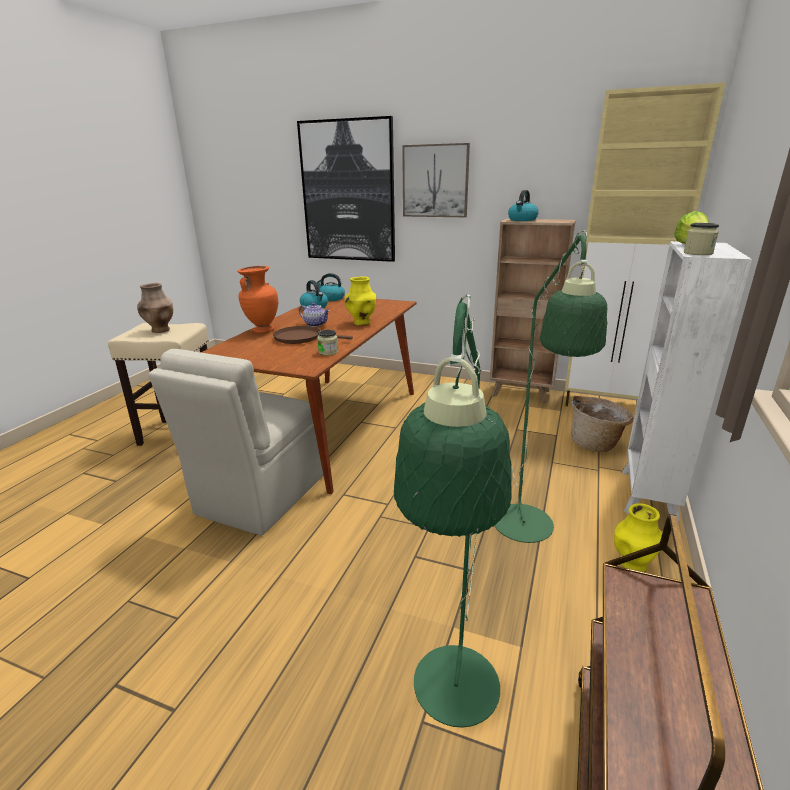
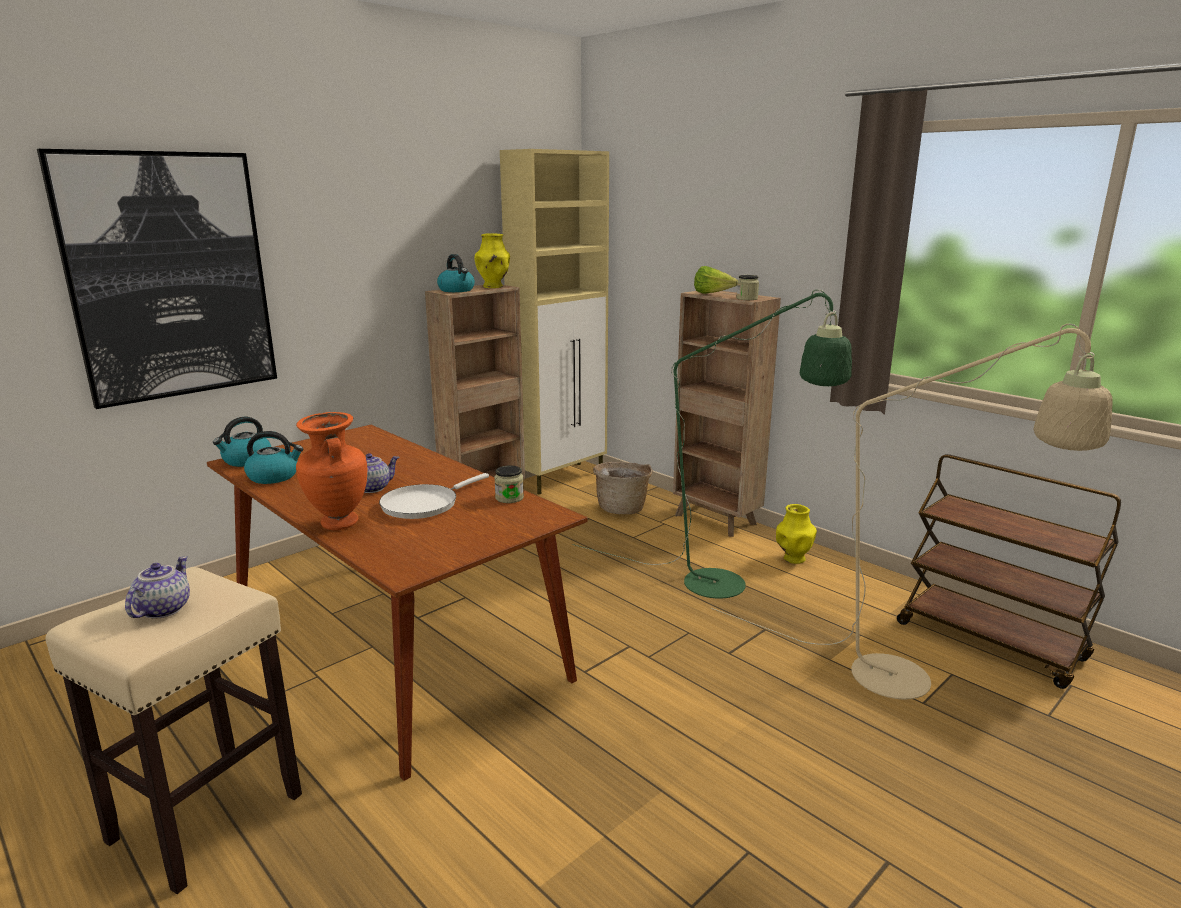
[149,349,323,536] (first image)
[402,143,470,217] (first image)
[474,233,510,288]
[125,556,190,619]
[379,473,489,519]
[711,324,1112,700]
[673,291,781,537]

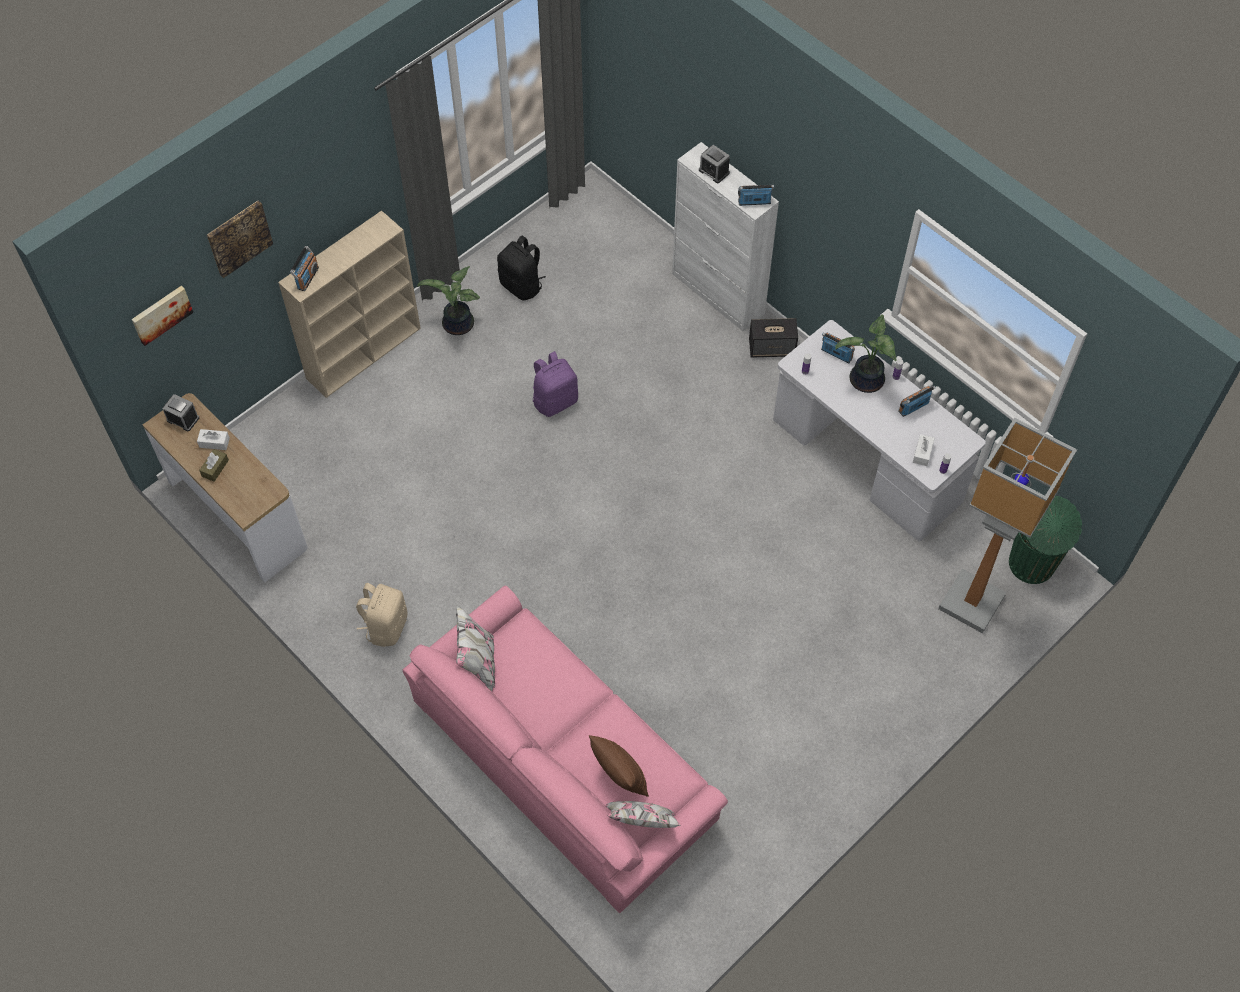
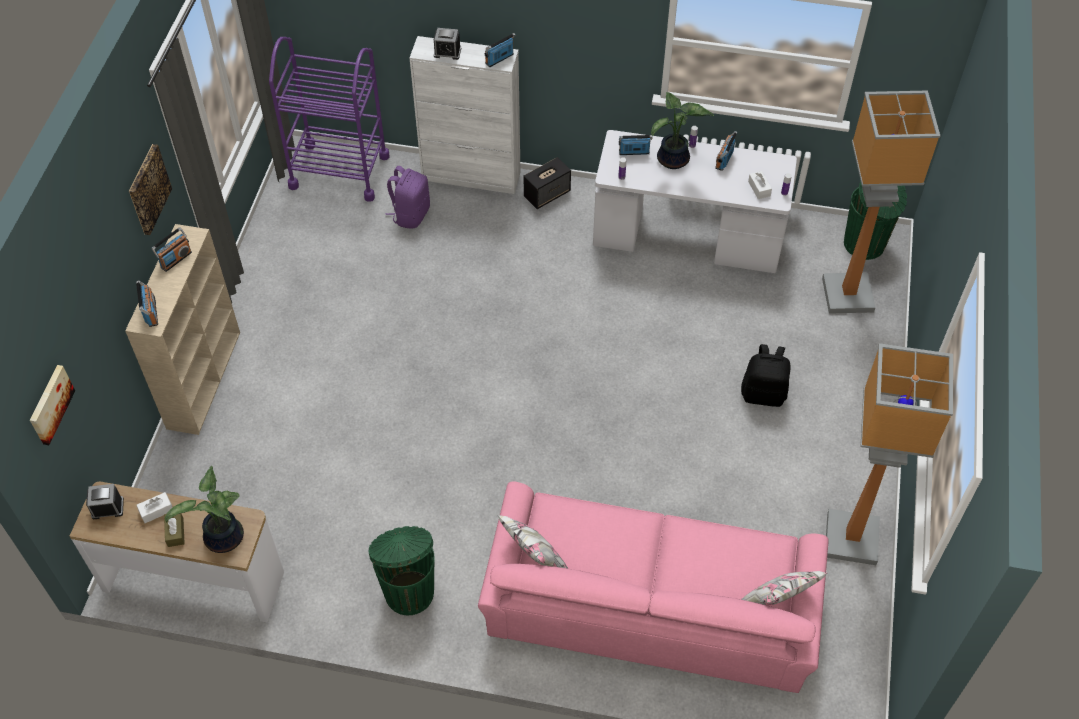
[589,735,649,797] (first image)
[151,227,192,272]
[269,37,390,202]
[826,343,953,565]
[129,144,172,235]
[165,466,244,553]
[741,344,791,407]
[385,166,430,229]
[368,526,435,615]

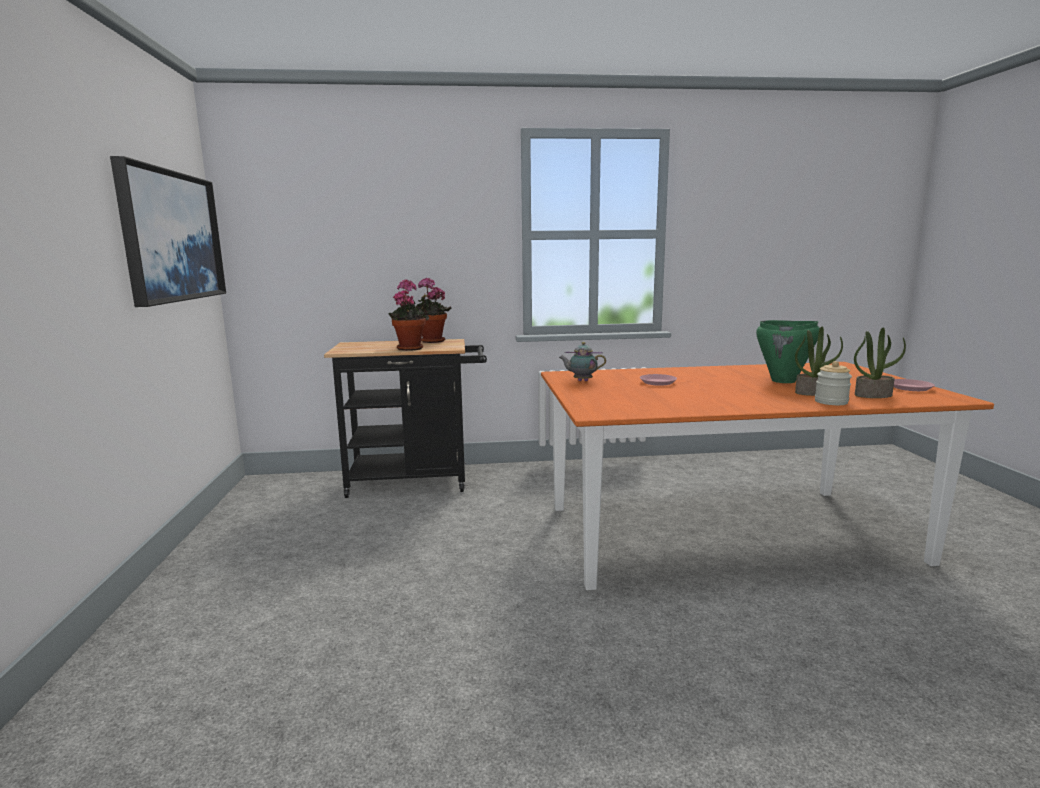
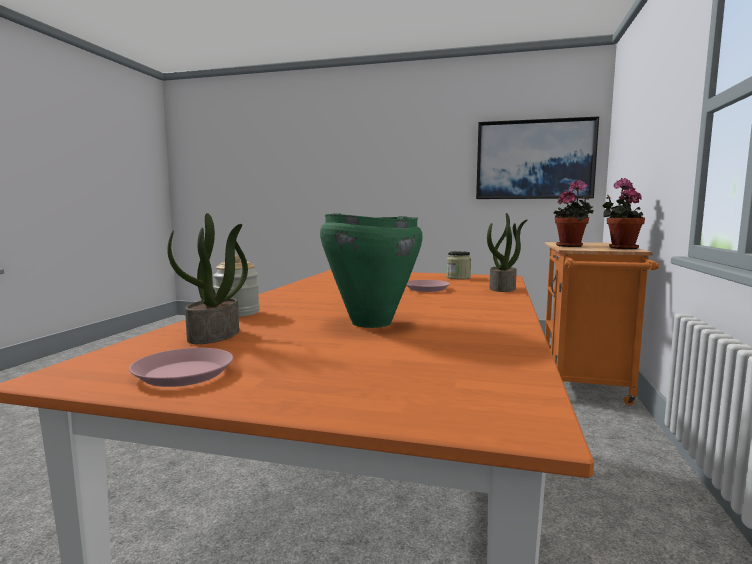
[487,213,527,292]
[446,251,471,279]
[545,242,659,405]

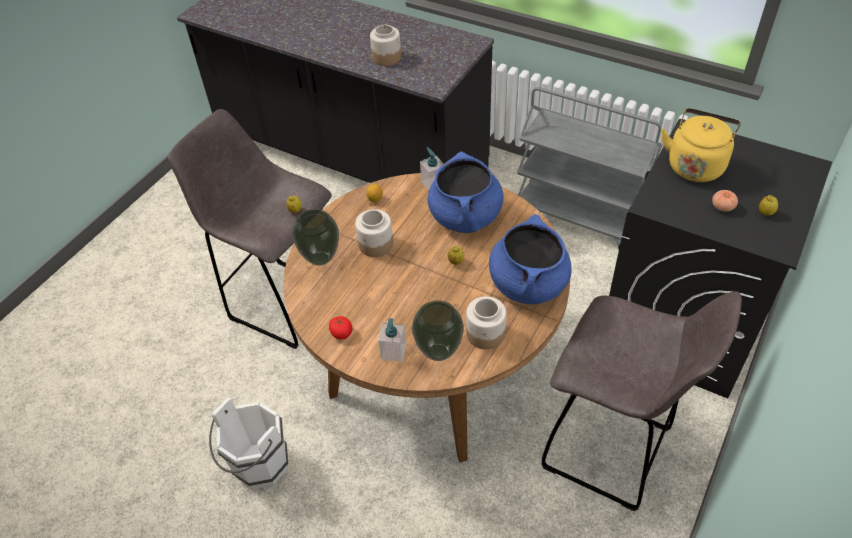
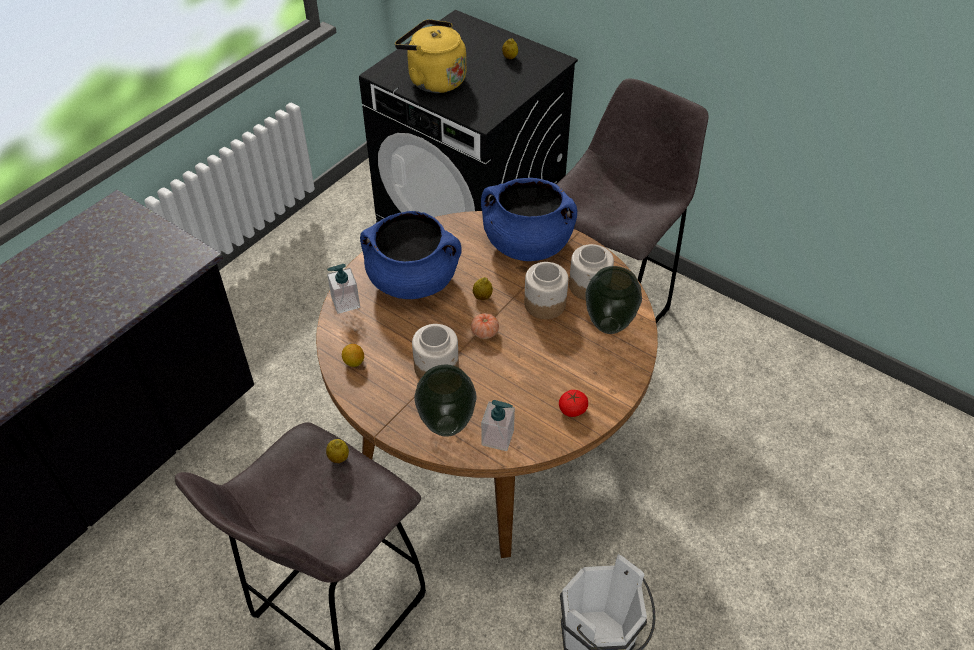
[517,87,662,249] (first image)
[524,262,568,319]
[481,400,515,451]
[471,313,499,339]

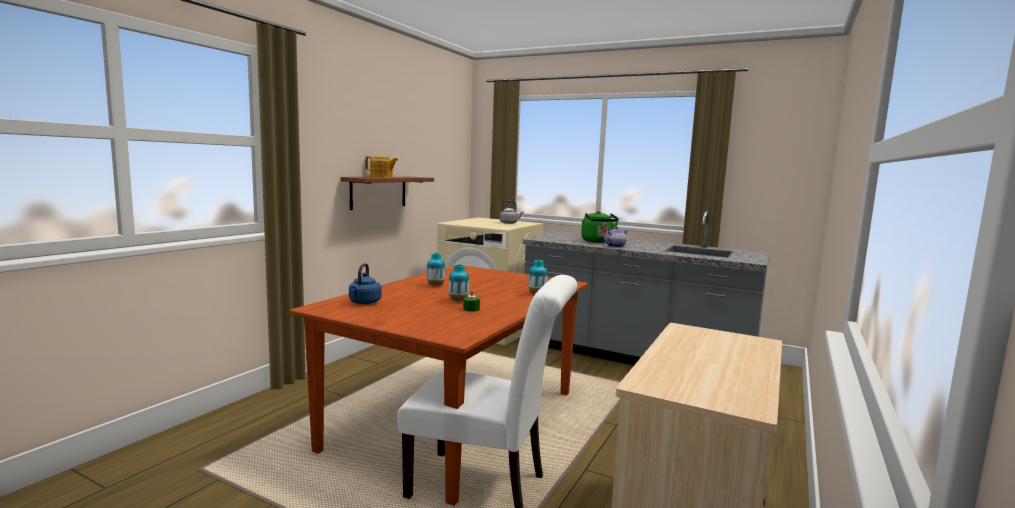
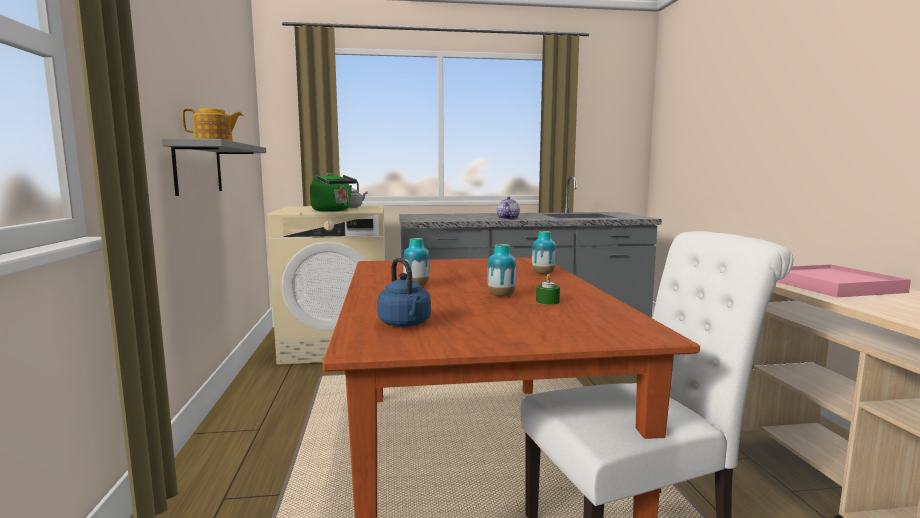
[777,264,911,297]
[310,173,357,212]
[162,139,266,196]

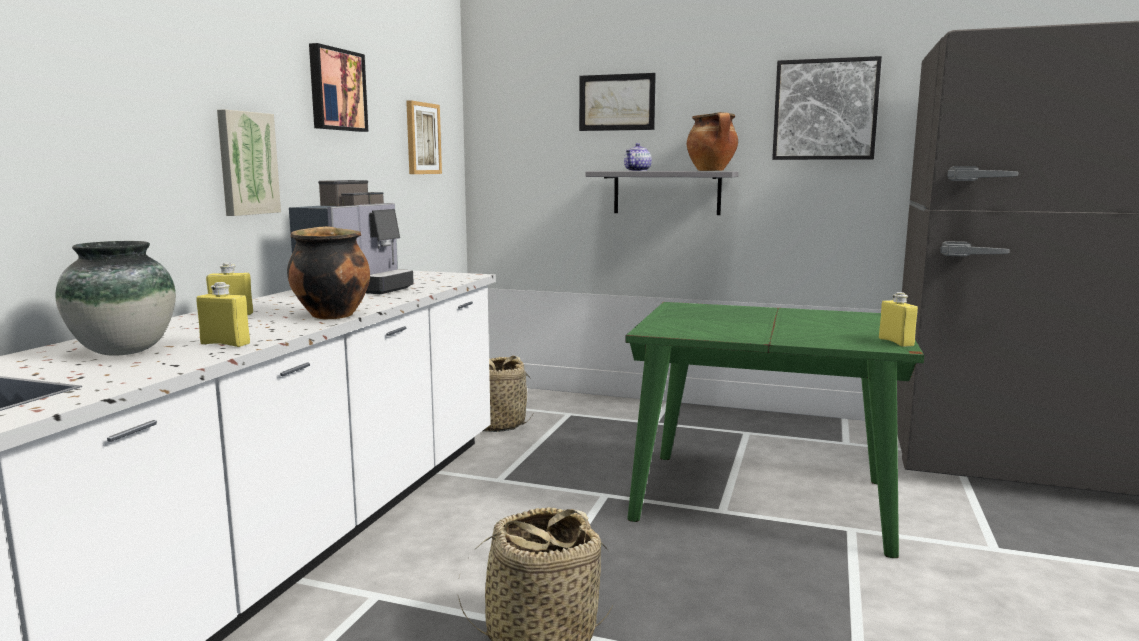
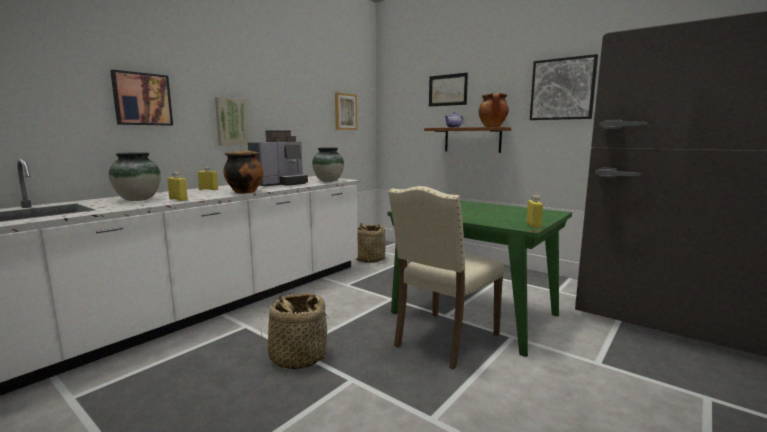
[312,147,344,182]
[388,186,504,370]
[110,70,173,126]
[424,127,511,153]

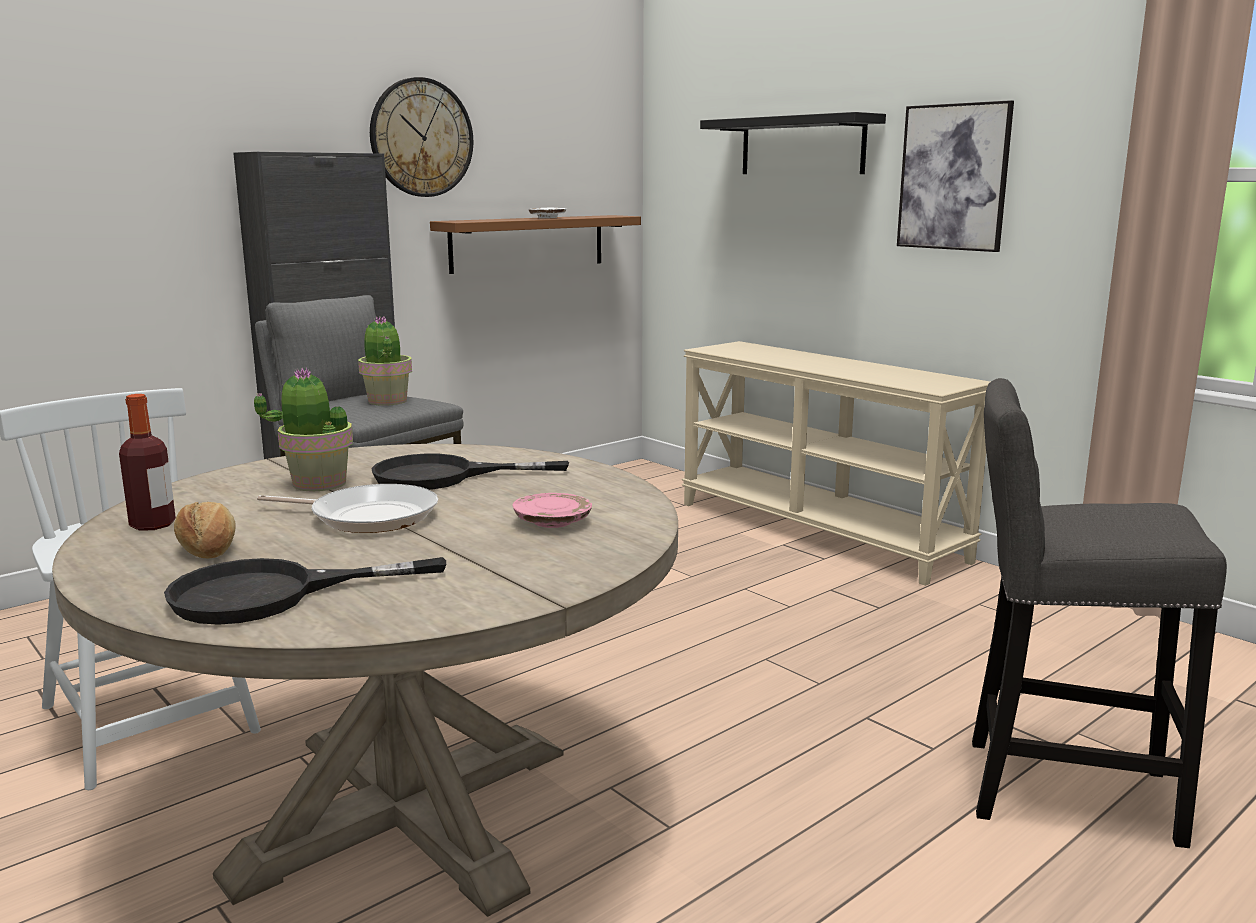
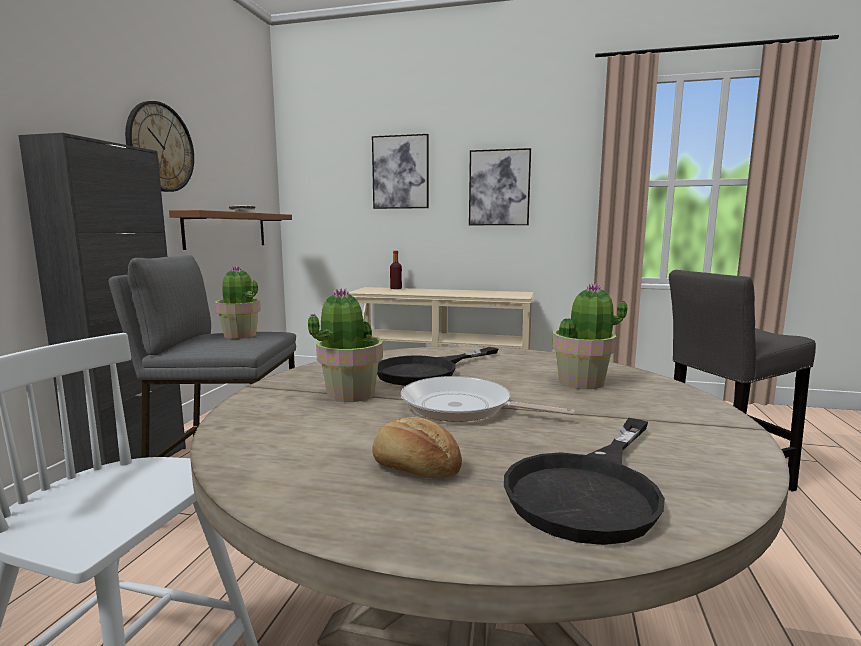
[390,251,402,289]
[552,283,627,389]
[372,134,429,209]
[401,376,575,422]

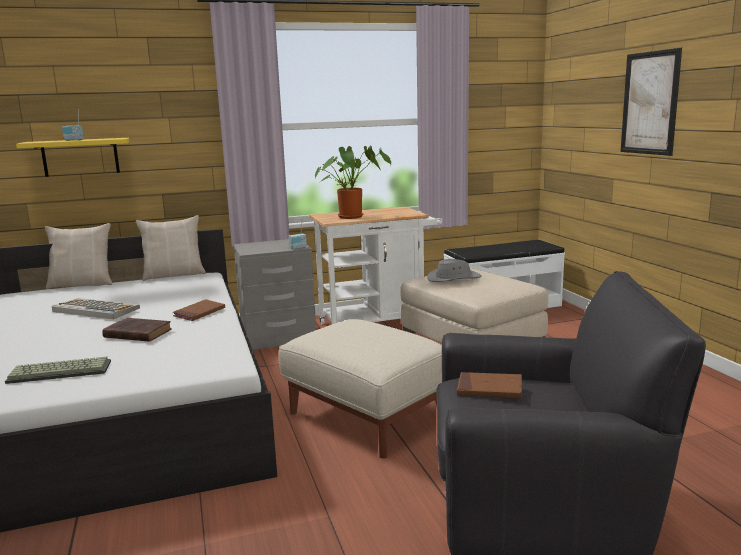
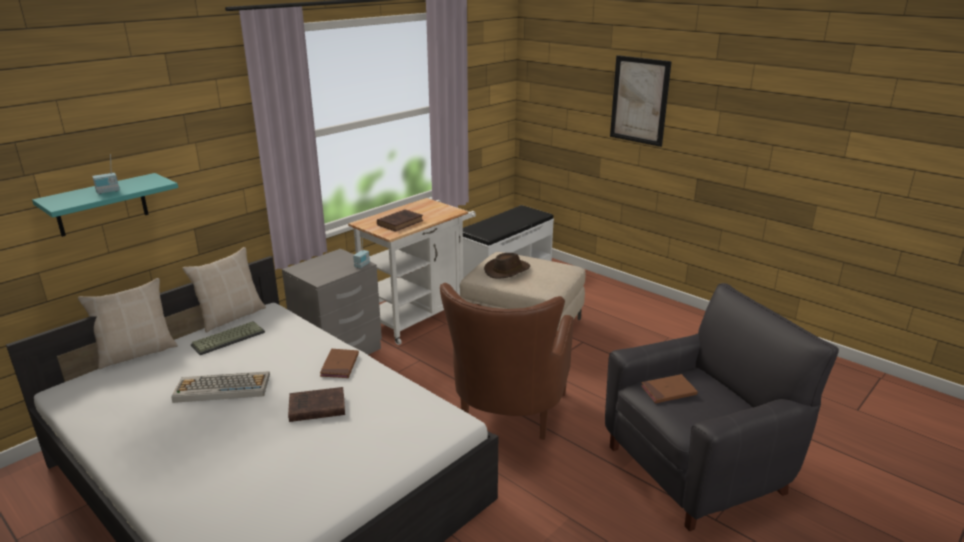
[191,321,265,355]
[440,283,573,440]
[377,209,423,232]
[32,173,178,237]
[484,253,530,279]

